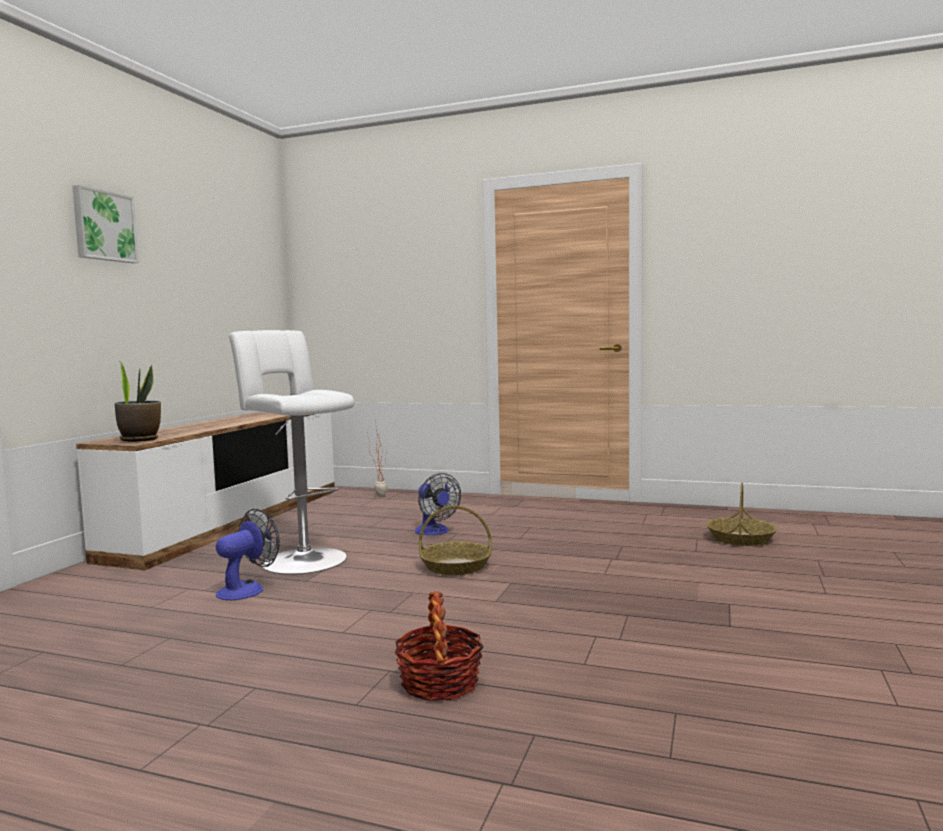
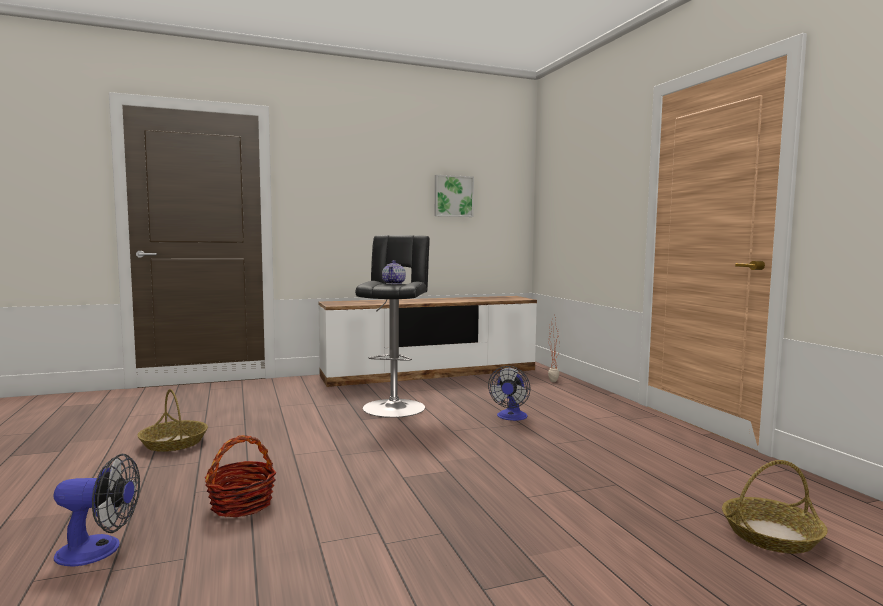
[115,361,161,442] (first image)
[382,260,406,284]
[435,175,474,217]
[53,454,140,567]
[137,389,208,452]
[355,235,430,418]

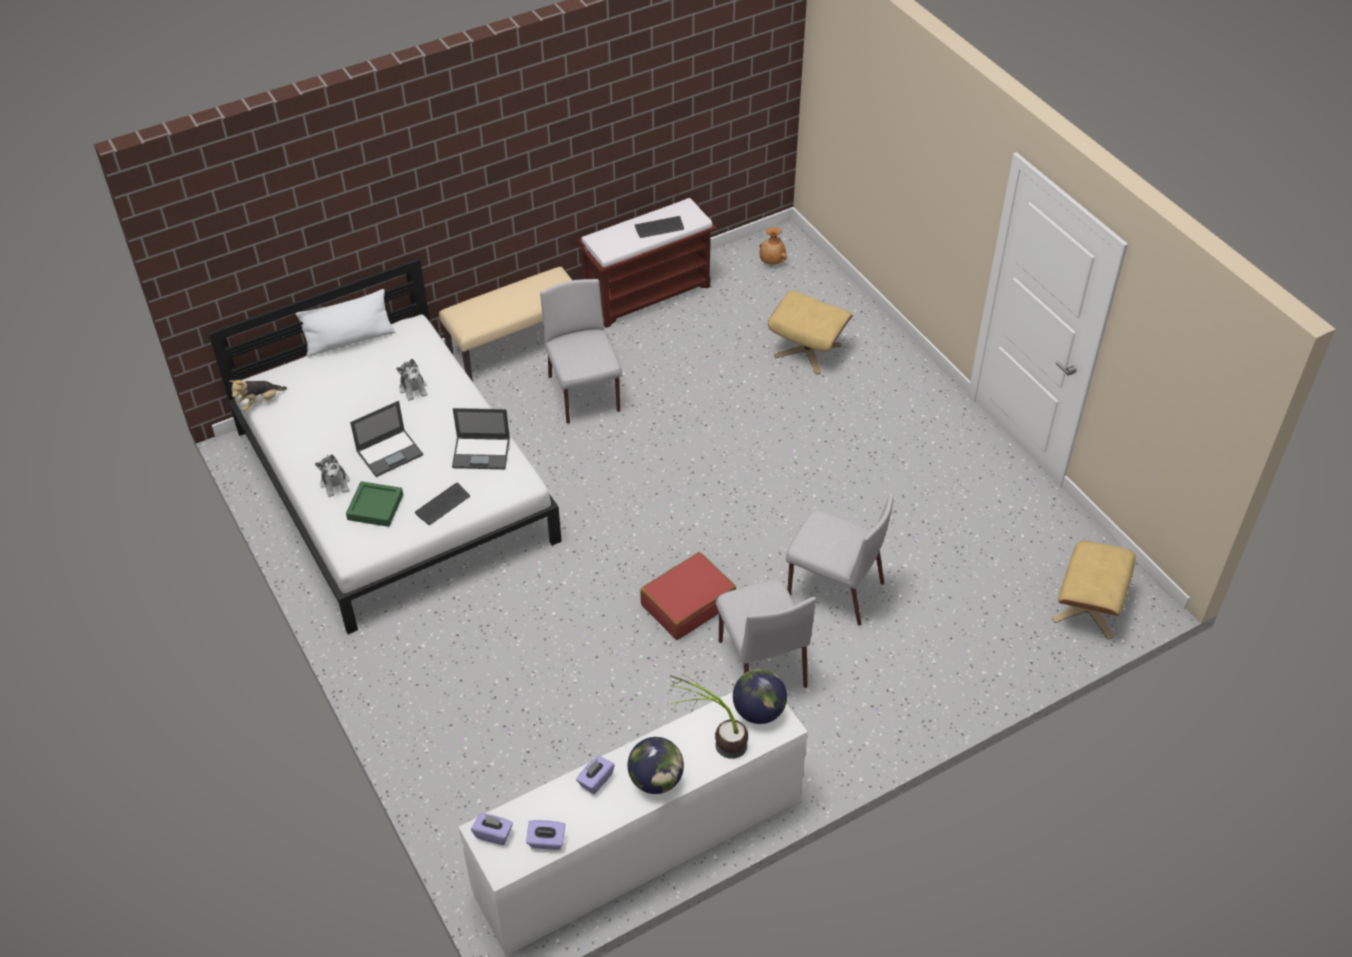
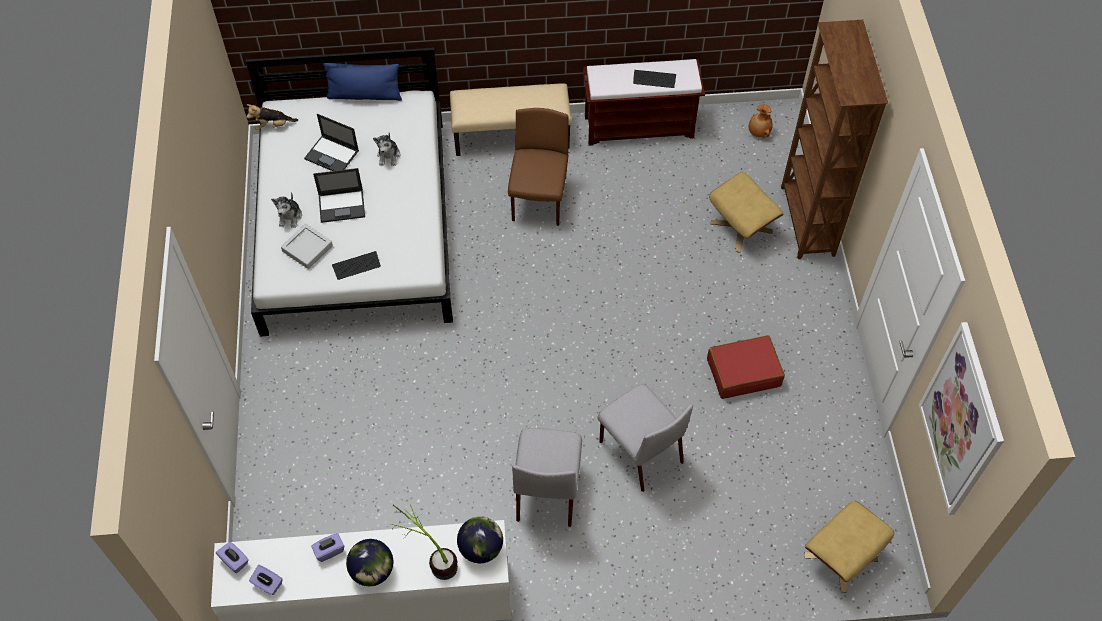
[781,20,888,259]
[919,322,1004,515]
[304,114,359,171]
[707,335,785,399]
[323,63,402,101]
[281,224,333,269]
[508,108,569,226]

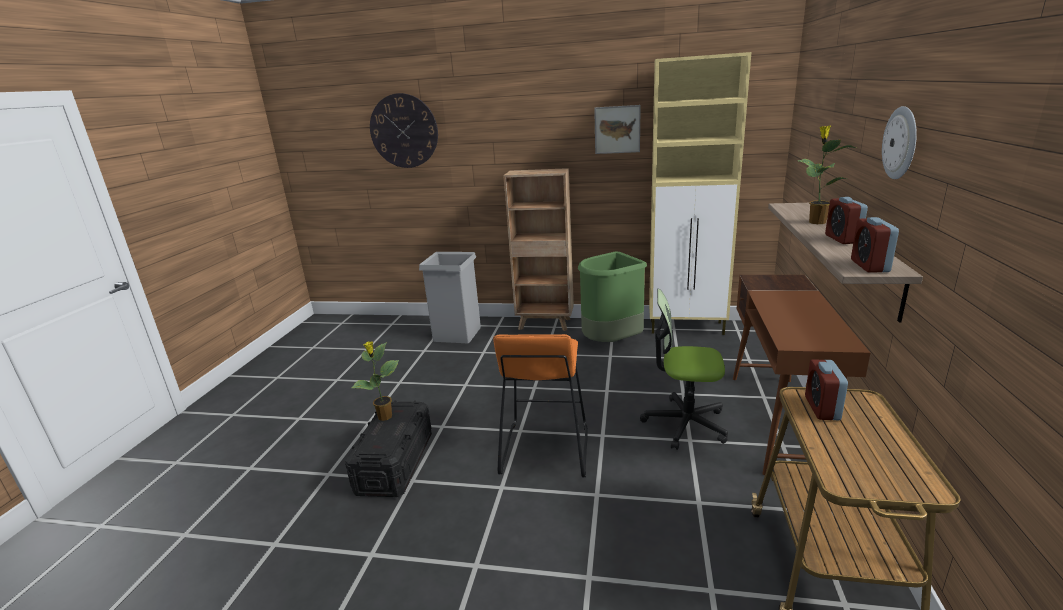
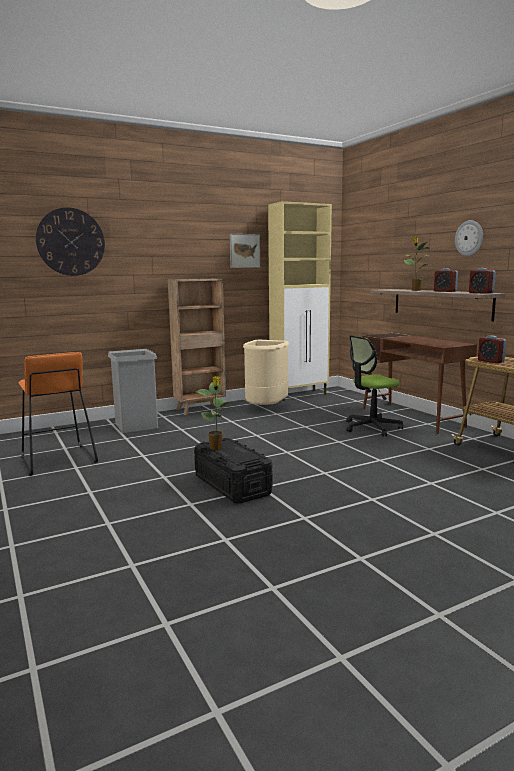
[19,352,98,476]
[243,340,289,405]

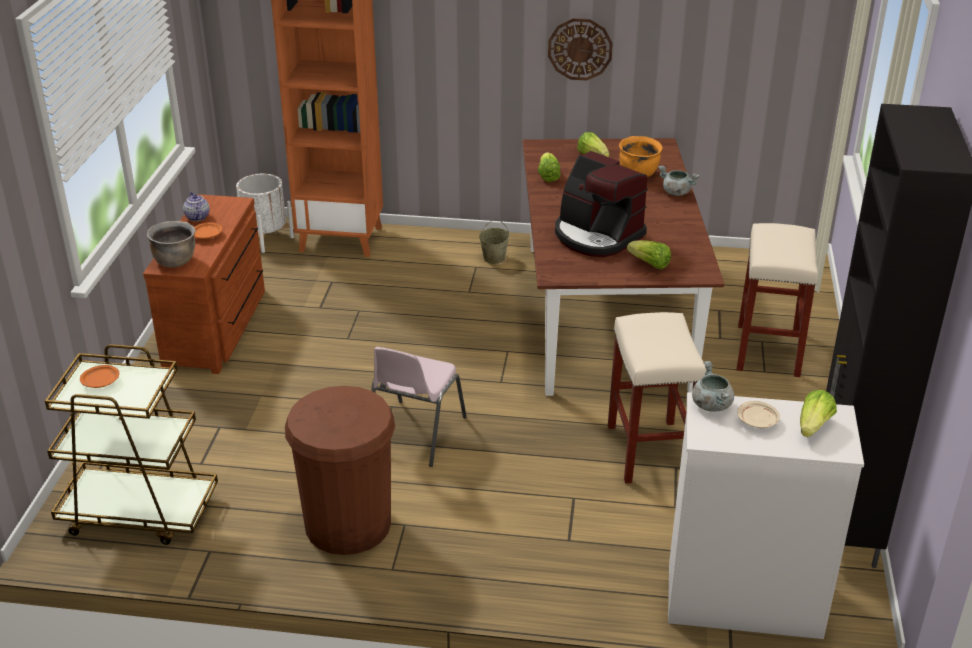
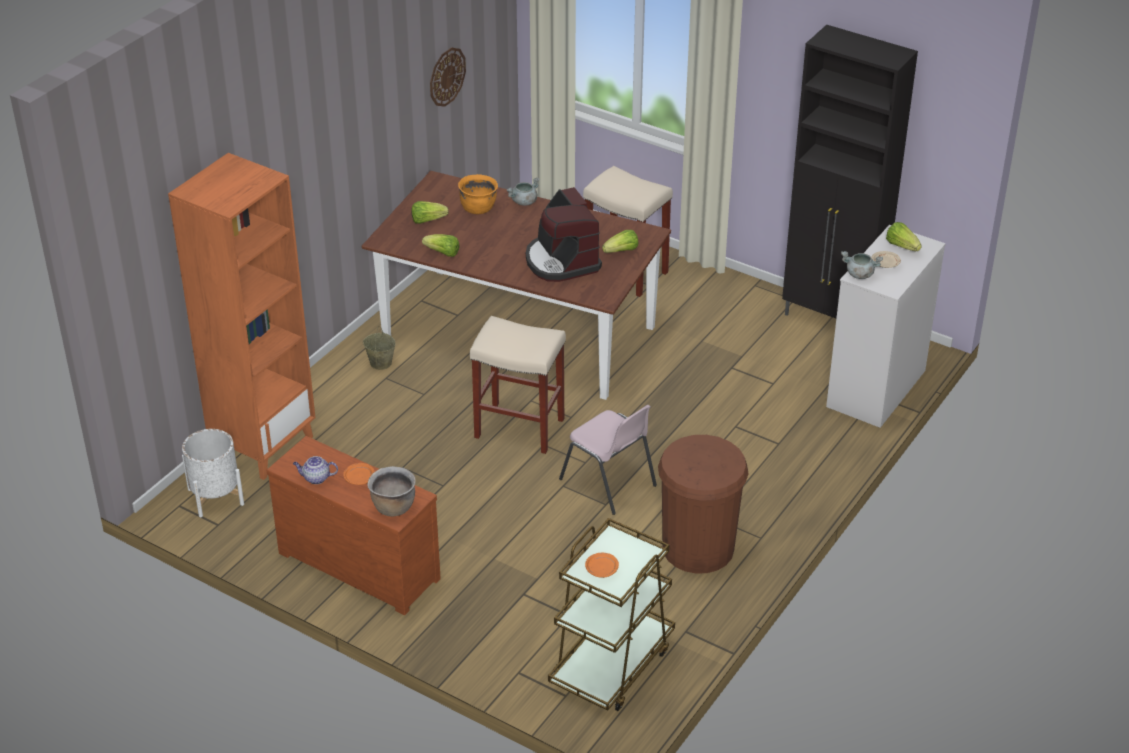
[430,47,466,107]
[470,316,566,454]
[526,187,602,282]

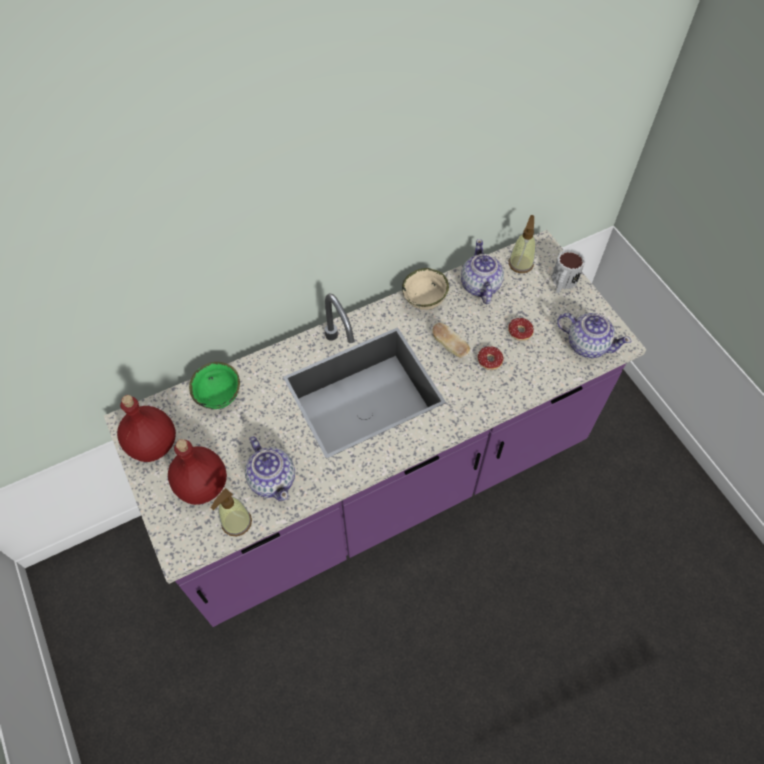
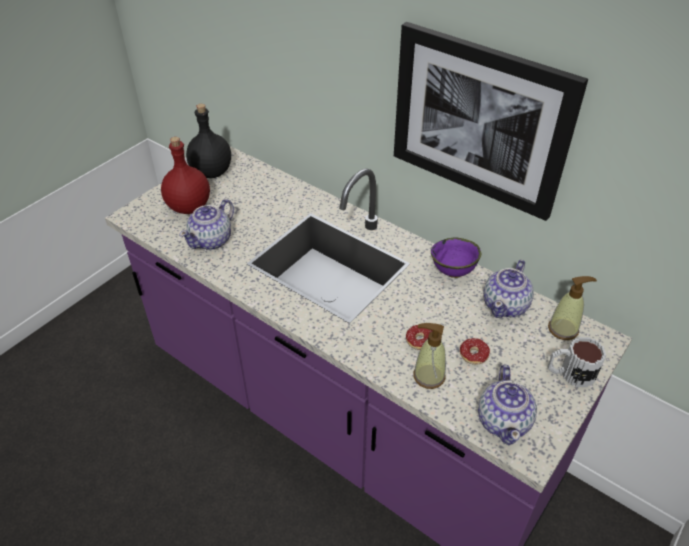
[189,362,240,409] (first image)
[432,323,470,358] (first image)
[394,22,588,221]
[413,323,446,389]
[186,104,231,178]
[431,237,481,278]
[483,260,534,318]

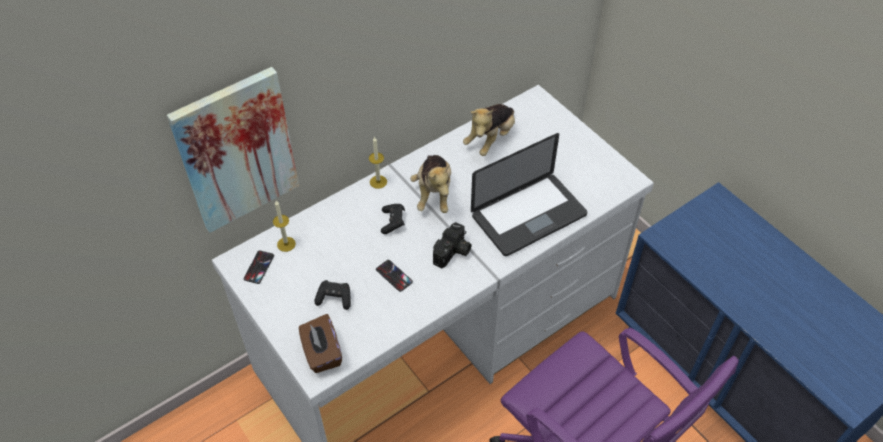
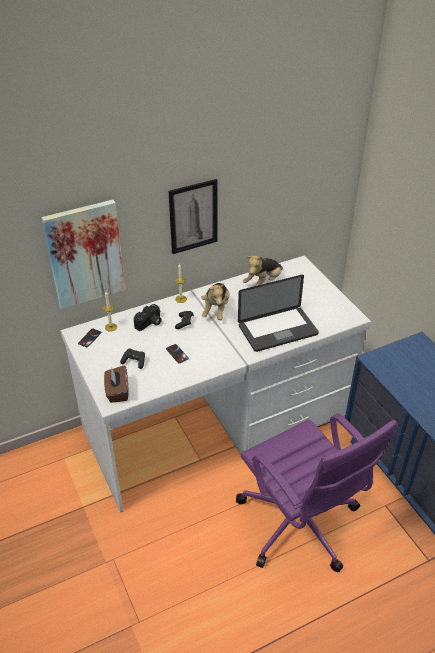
[169,179,217,254]
[134,304,162,331]

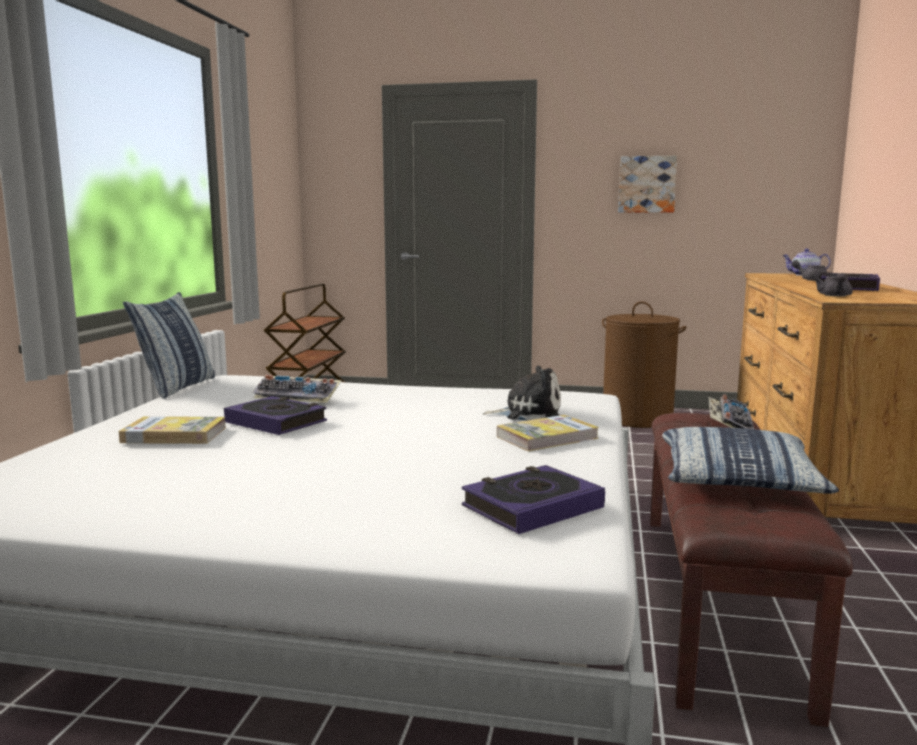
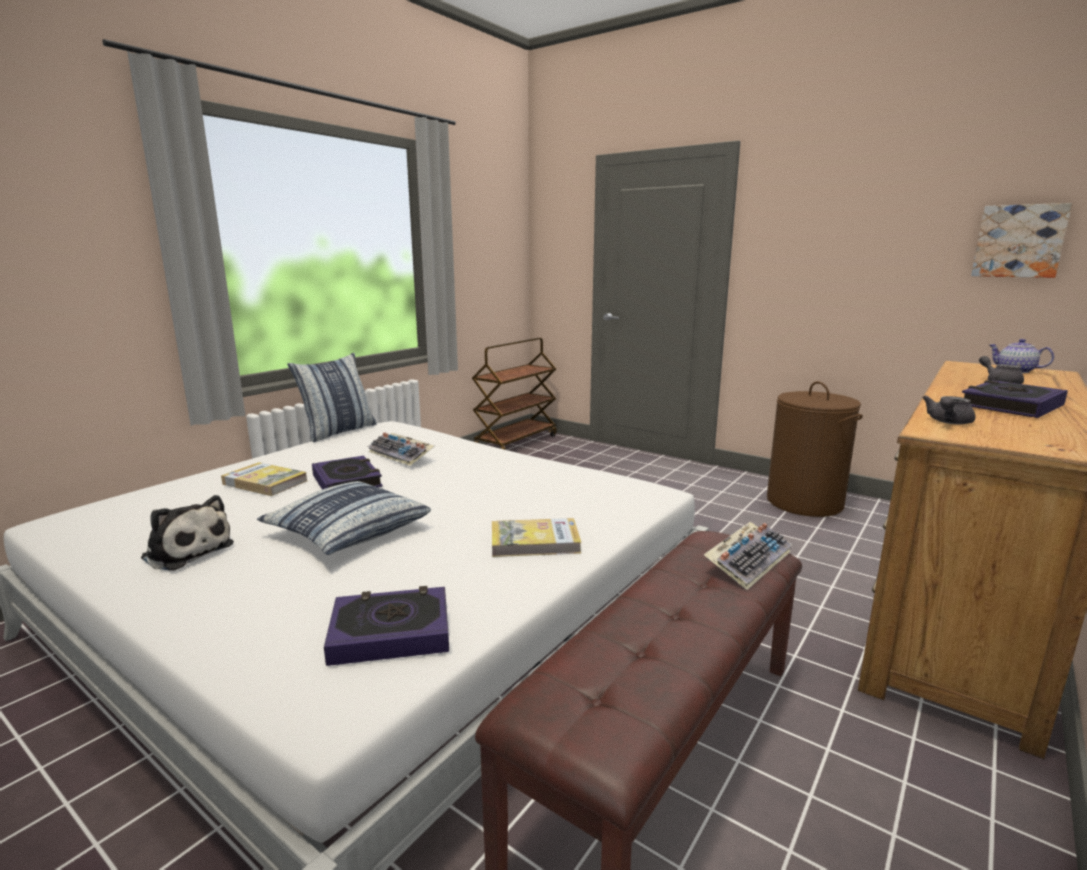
[141,495,234,571]
[971,203,1072,278]
[257,481,431,555]

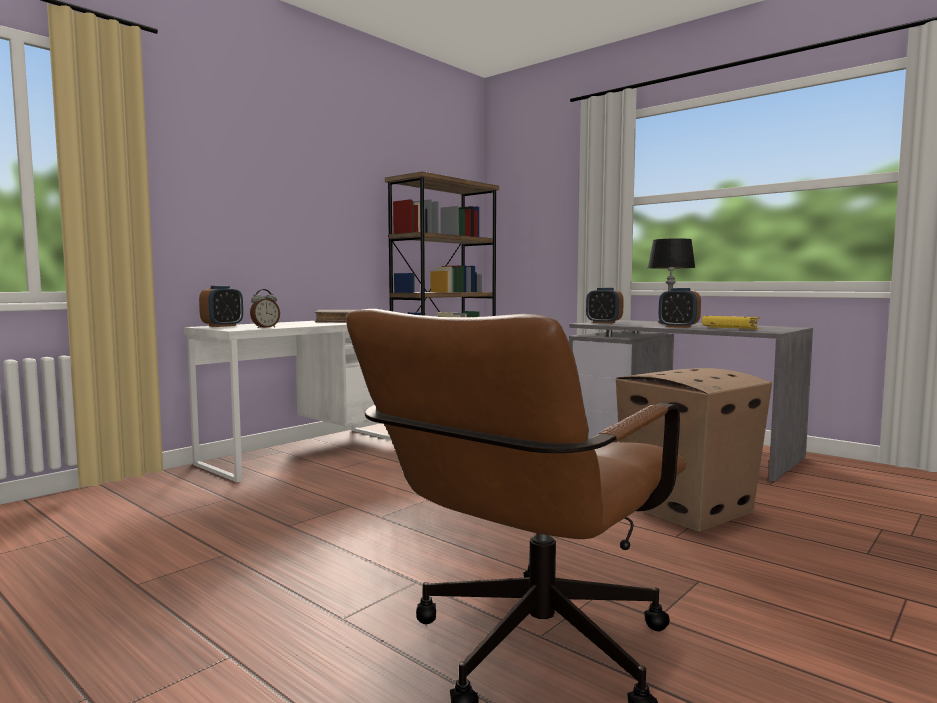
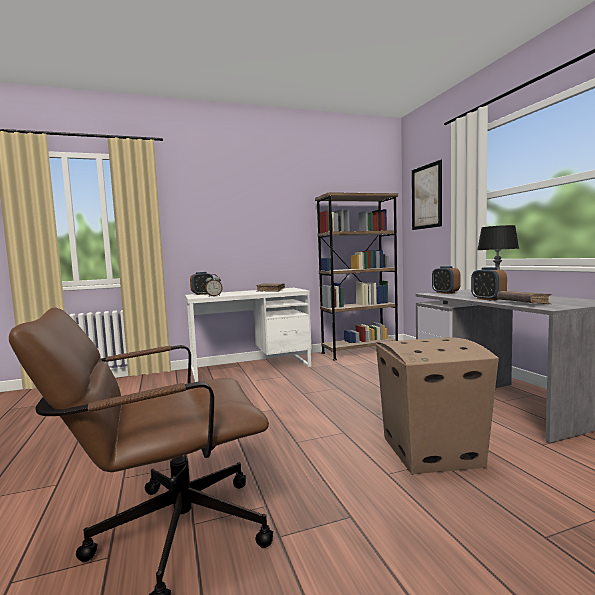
[412,160,442,230]
[497,291,552,305]

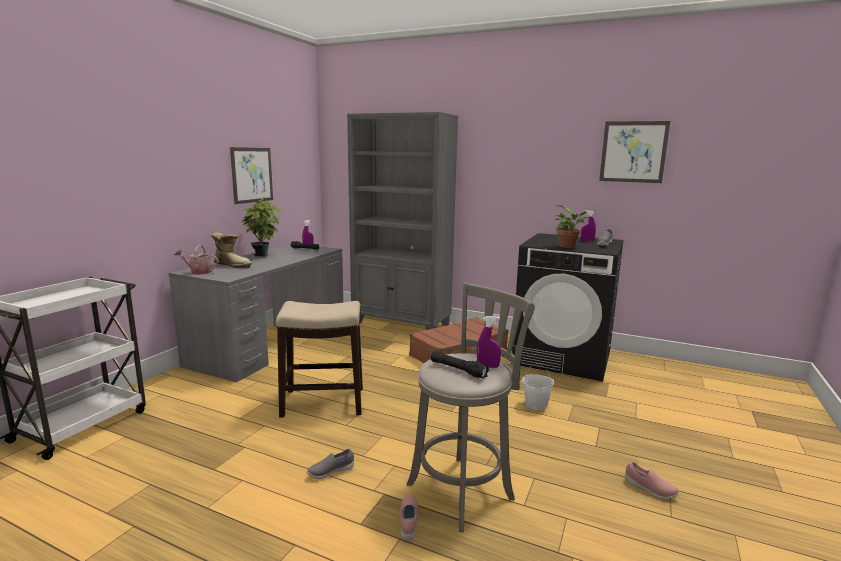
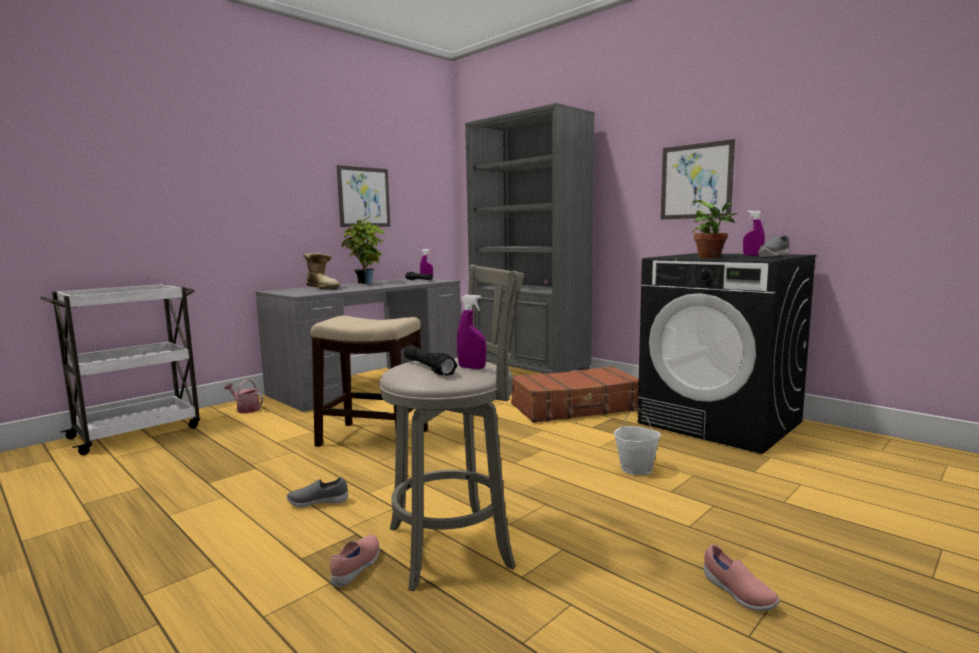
[224,379,263,413]
[661,139,735,219]

